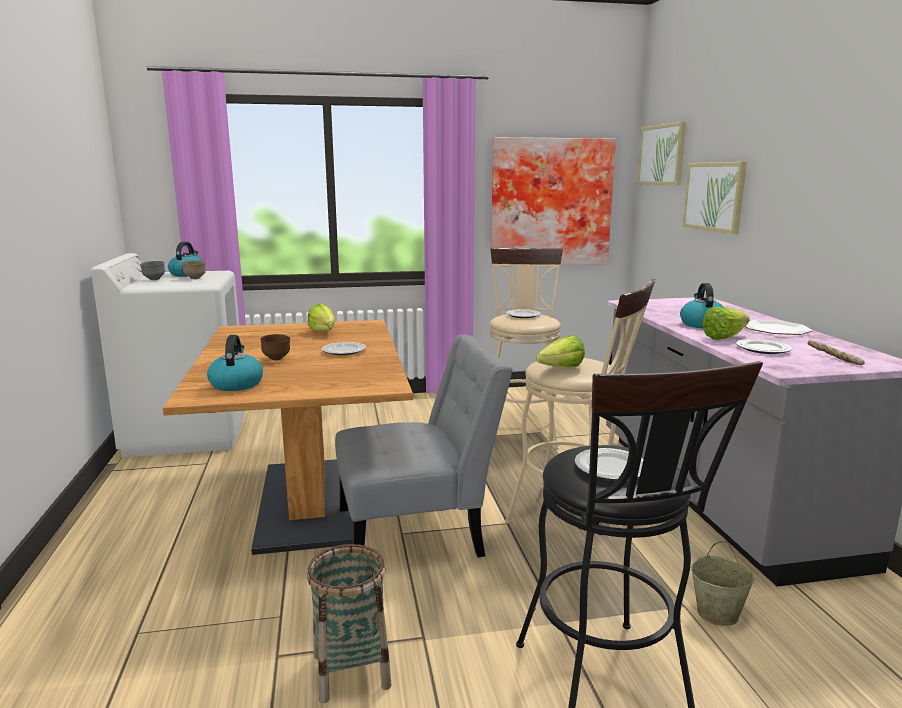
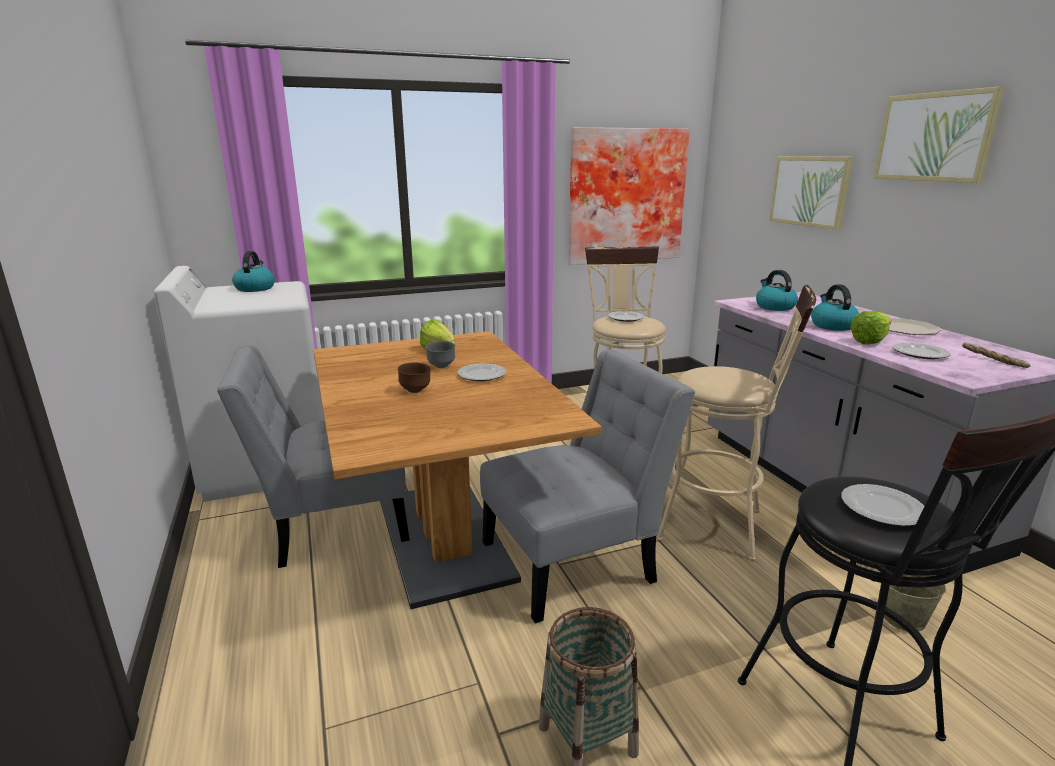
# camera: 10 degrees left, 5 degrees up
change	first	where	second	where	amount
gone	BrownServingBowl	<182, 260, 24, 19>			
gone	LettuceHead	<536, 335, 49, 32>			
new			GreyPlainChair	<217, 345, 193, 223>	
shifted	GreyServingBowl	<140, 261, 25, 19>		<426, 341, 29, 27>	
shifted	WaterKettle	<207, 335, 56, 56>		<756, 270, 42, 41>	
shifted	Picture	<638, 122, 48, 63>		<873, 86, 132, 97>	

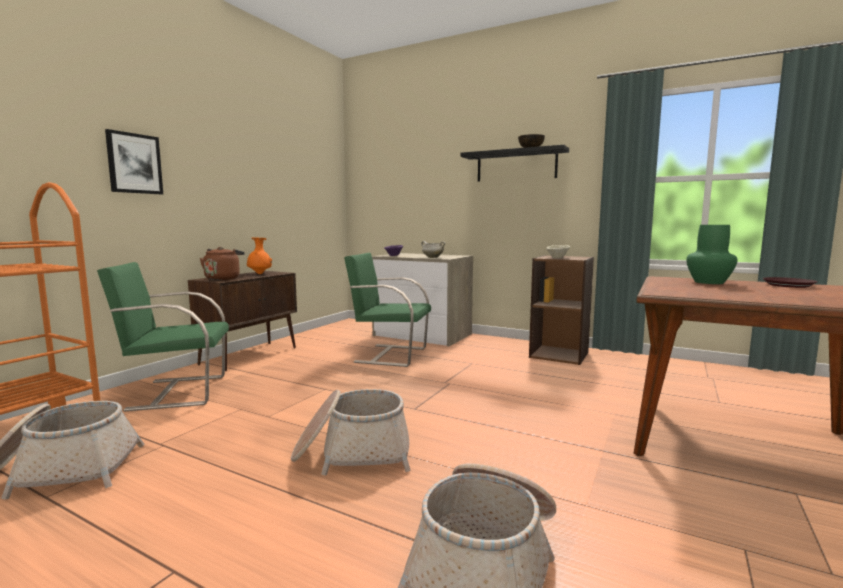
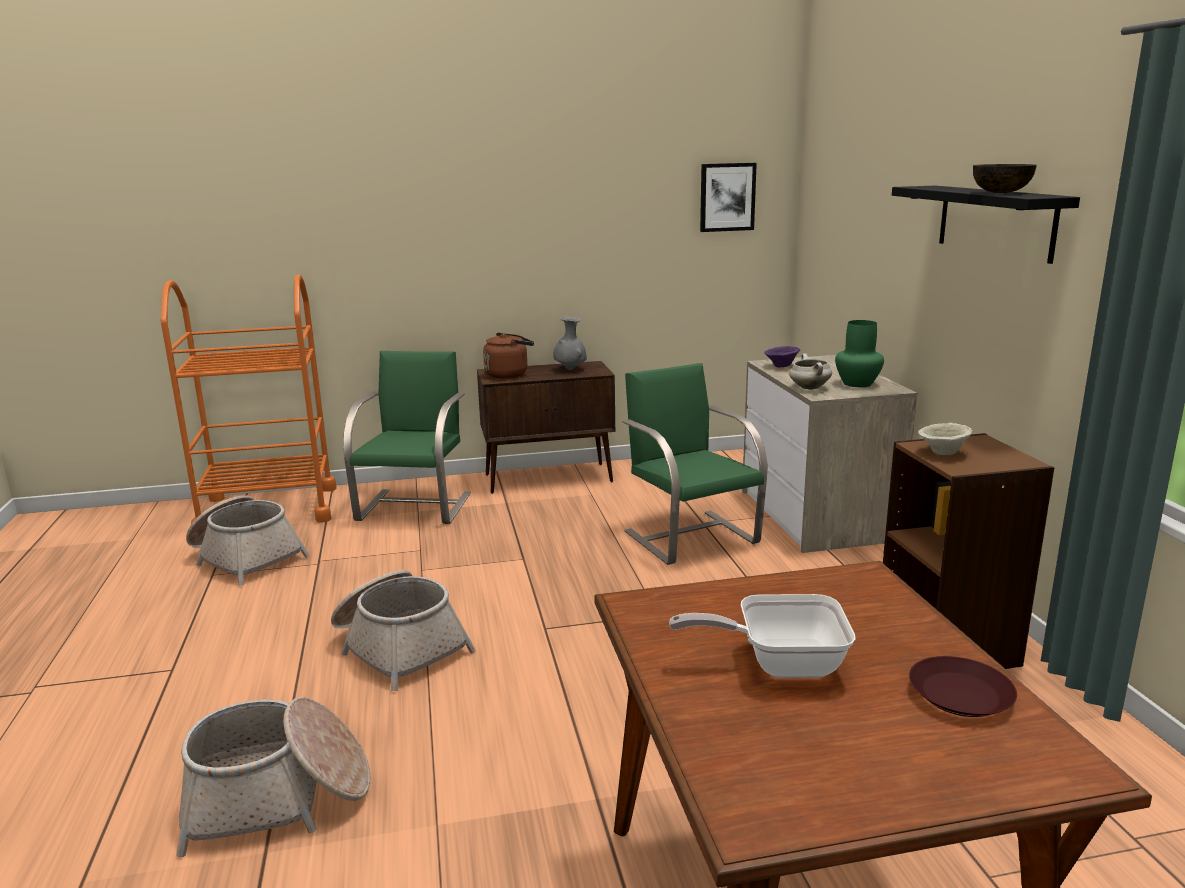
# camera: 50 degrees right, 10 degrees up
change	first	where	second	where	amount
new			FryingPan	<669, 594, 187, 84>	
shifted	Picture	<105, 129, 58, 65>		<700, 163, 57, 69>	
shifted	GreenFlowerVase	<686, 225, 52, 59>		<835, 320, 49, 67>	
repainted	OrangeColouredFlowerVase	<247, 237, 25, 37>	GreyFlowerVase	<553, 317, 34, 53>	
rotated	GreenPlainChair	<97, 262, 132, 150>		<343, 351, 128, 173>	60 degrees clockwise

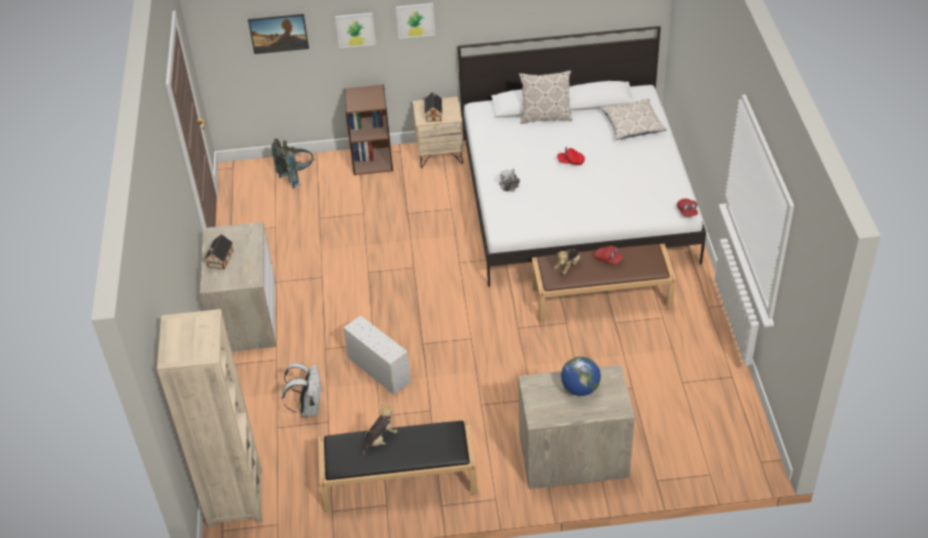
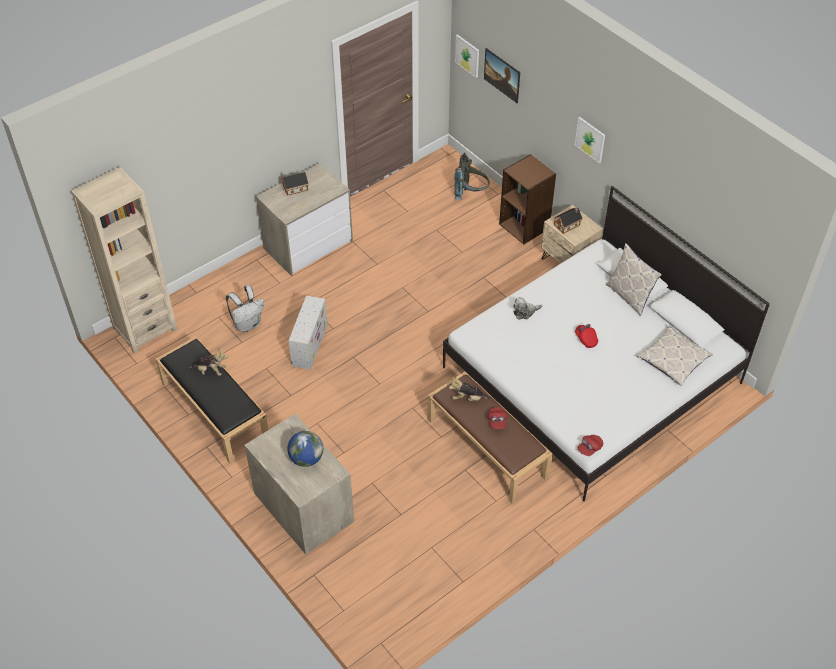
# camera: 55 degrees right, 5 degrees up
change	first	where	second	where	amount
shifted	Picture	<335, 13, 41, 35>		<455, 34, 24, 44>	

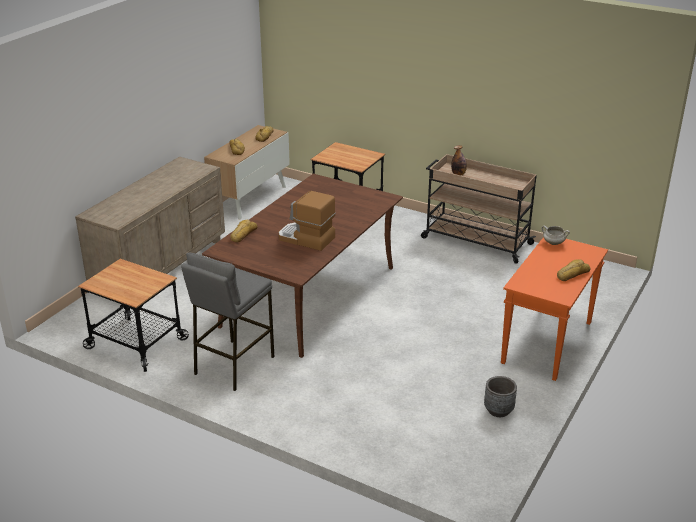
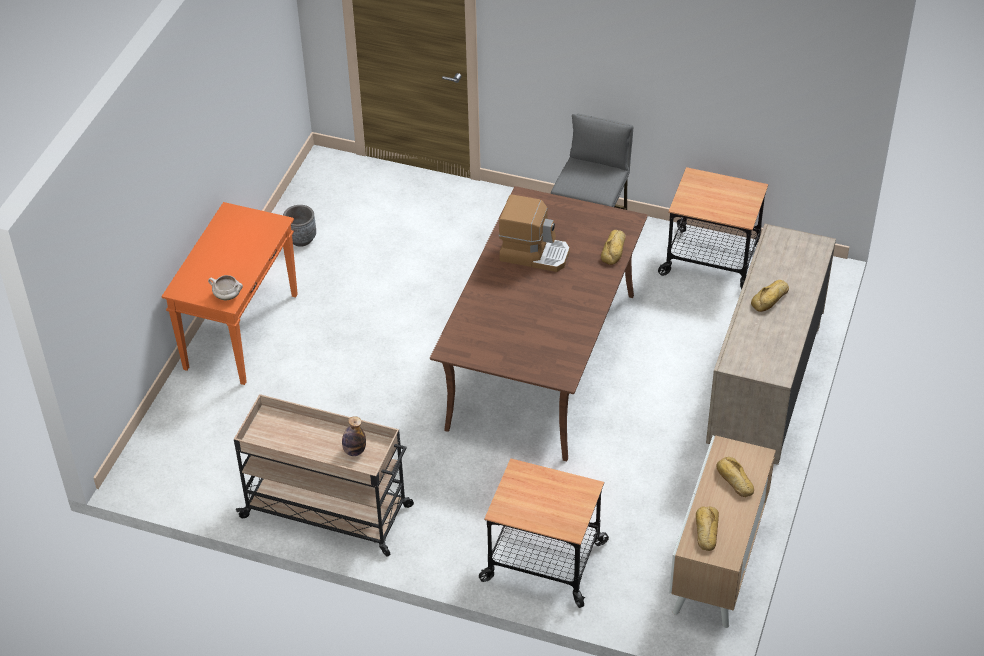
# camera: 170 degrees right, 15 degrees up
change	first	where	second	where	amount
shifted	Bread	<557, 259, 33, 22>		<751, 280, 38, 32>	

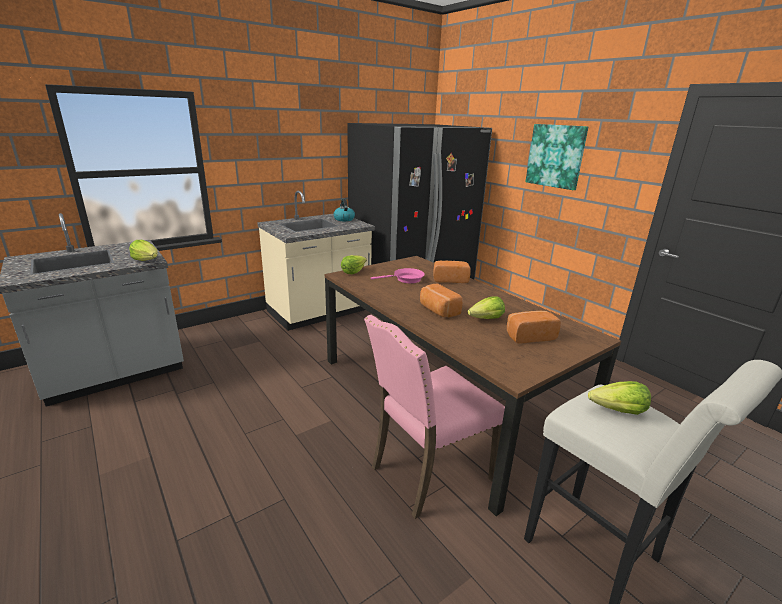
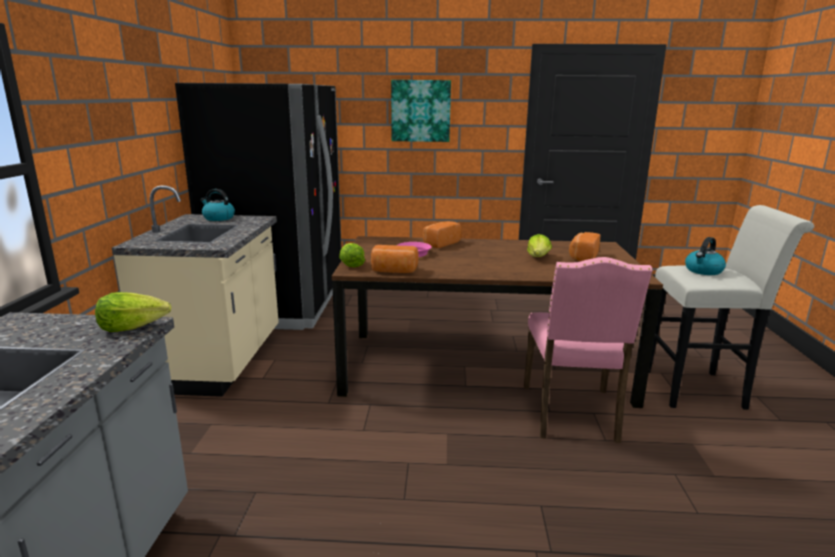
# camera: 50 degrees left, 5 degrees down
change	first	where	second	where	amount
shifted	Bread	<420, 284, 43, 33>		<371, 245, 48, 28>	
swapped	LettuceHead	<588, 381, 63, 34>	WaterKettle	<685, 237, 41, 38>	

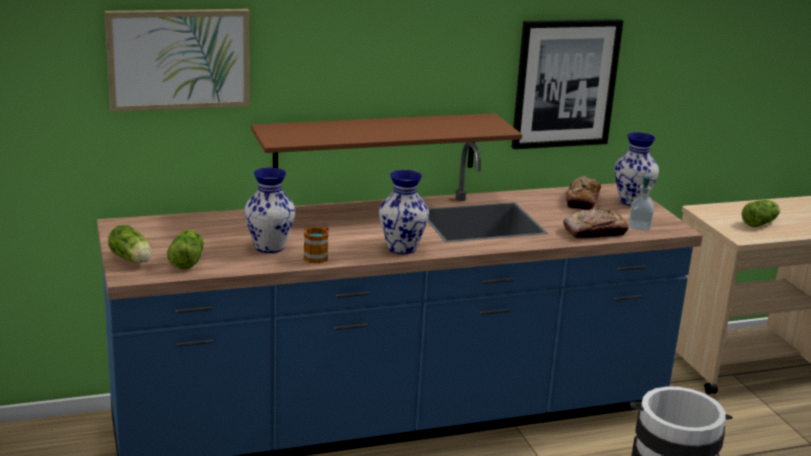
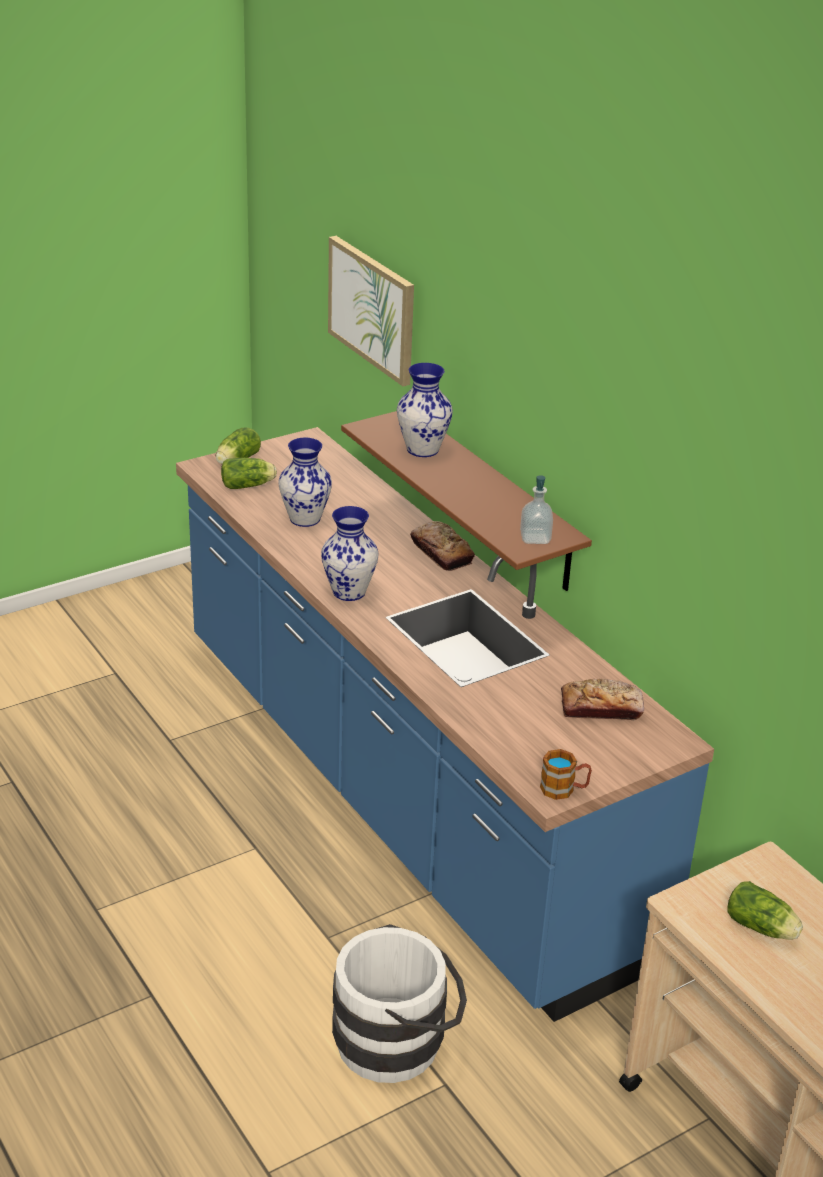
# camera: 75 degrees right, 10 degrees up
change	first	where	second	where	amount
gone	Picture	<512, 19, 111, 130>			
shifted	Mug	<304, 227, 25, 36>		<540, 749, 52, 51>	
shifted	Bread	<563, 208, 65, 30>		<410, 521, 65, 50>	
shifted	FlowerVase	<614, 132, 45, 74>		<397, 363, 56, 94>	
shifted	SoapBottle	<629, 176, 27, 55>		<520, 475, 33, 69>	

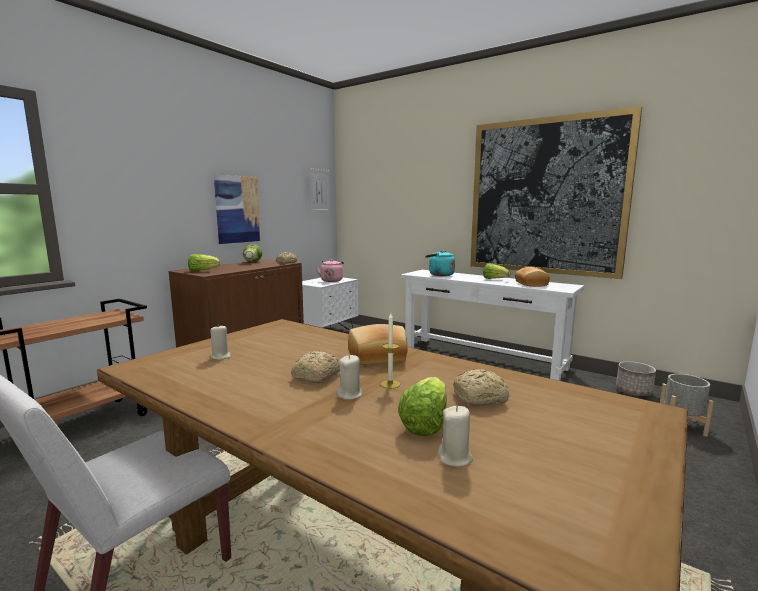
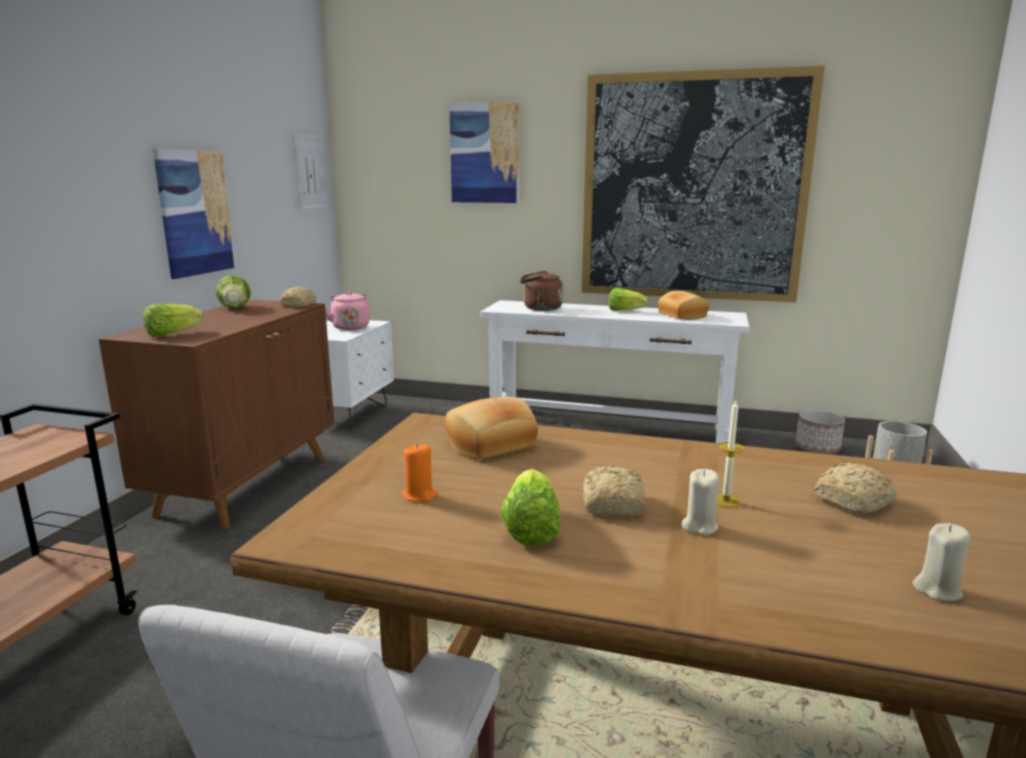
# camera: 20 degrees left, 5 degrees up
change	first	where	second	where	amount
new			Picture	<449, 101, 70, 102>	
shifted	Bread	<348, 324, 60, 41>		<445, 397, 93, 62>	
shifted	LettuceHead	<398, 377, 49, 59>		<500, 469, 61, 77>	
repainted	SandColouredCandle	<210, 324, 21, 36>	OrangeColouredCandle	<402, 443, 36, 59>	
repainted	BlueGreenWaterKettle	<425, 250, 30, 26>	BrownWaterKettle	<520, 271, 43, 40>	

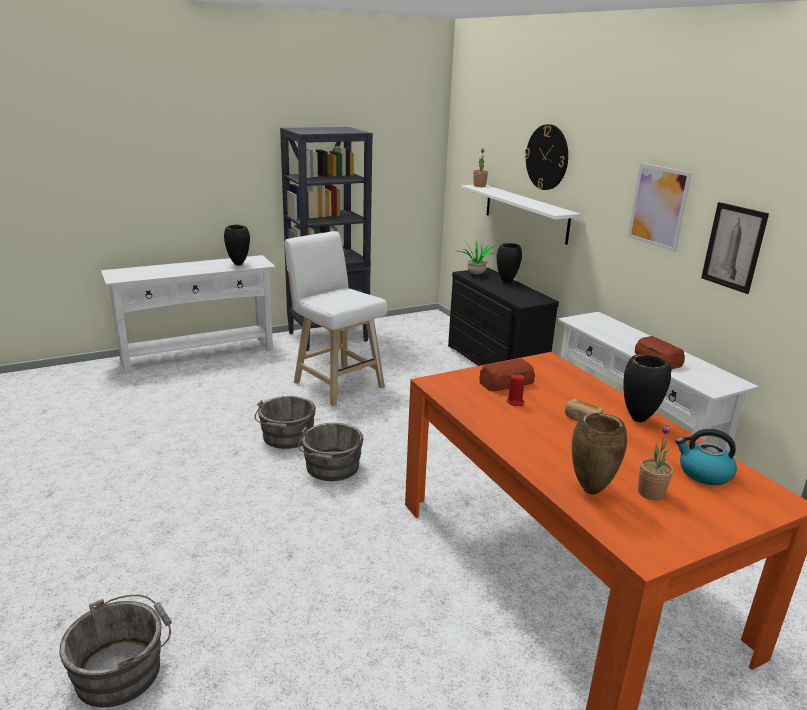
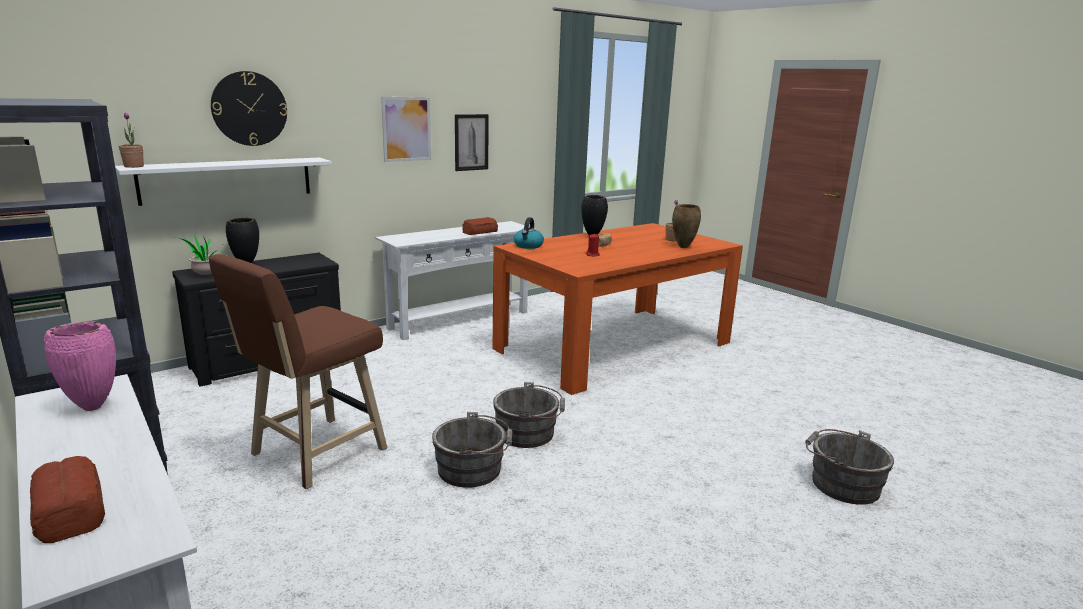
# camera: 100 degrees left, 5 degrees down
change	first	where	second	where	amount
shifted	Bread	<479, 359, 56, 32>		<30, 456, 75, 87>	
shifted	WaterKettle	<675, 429, 62, 56>		<514, 217, 30, 32>	
repainted	BlackColouredFlowerVase	<224, 224, 26, 41>	PinkColouredFlowerVase	<44, 321, 72, 90>	
repainted	WhiteSittingStool	<285, 231, 102, 175>	BrownSittingStool	<209, 254, 178, 235>	

